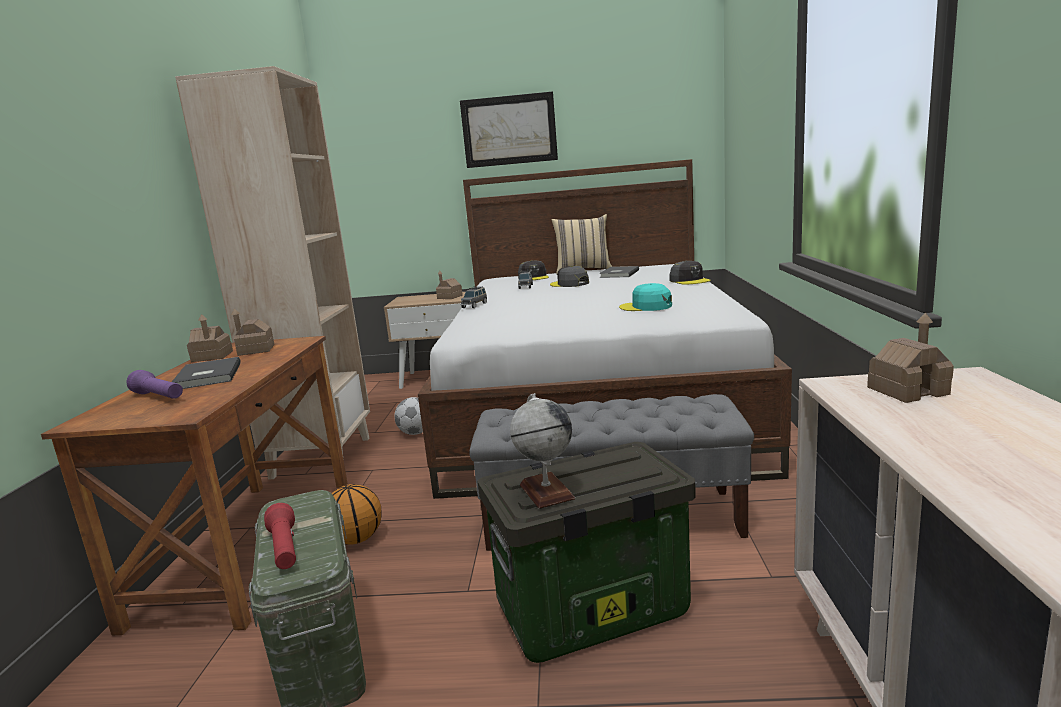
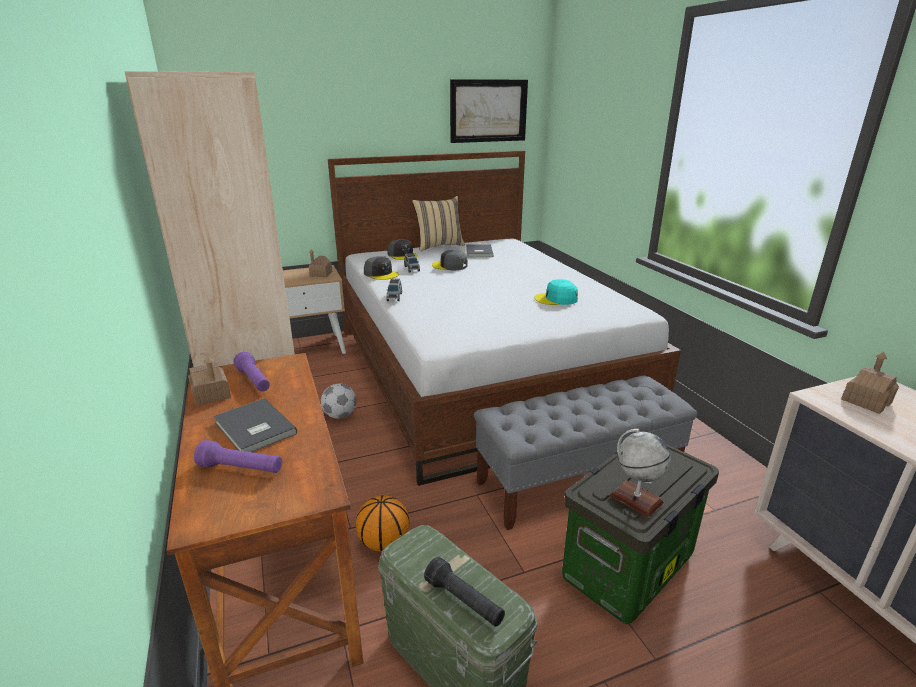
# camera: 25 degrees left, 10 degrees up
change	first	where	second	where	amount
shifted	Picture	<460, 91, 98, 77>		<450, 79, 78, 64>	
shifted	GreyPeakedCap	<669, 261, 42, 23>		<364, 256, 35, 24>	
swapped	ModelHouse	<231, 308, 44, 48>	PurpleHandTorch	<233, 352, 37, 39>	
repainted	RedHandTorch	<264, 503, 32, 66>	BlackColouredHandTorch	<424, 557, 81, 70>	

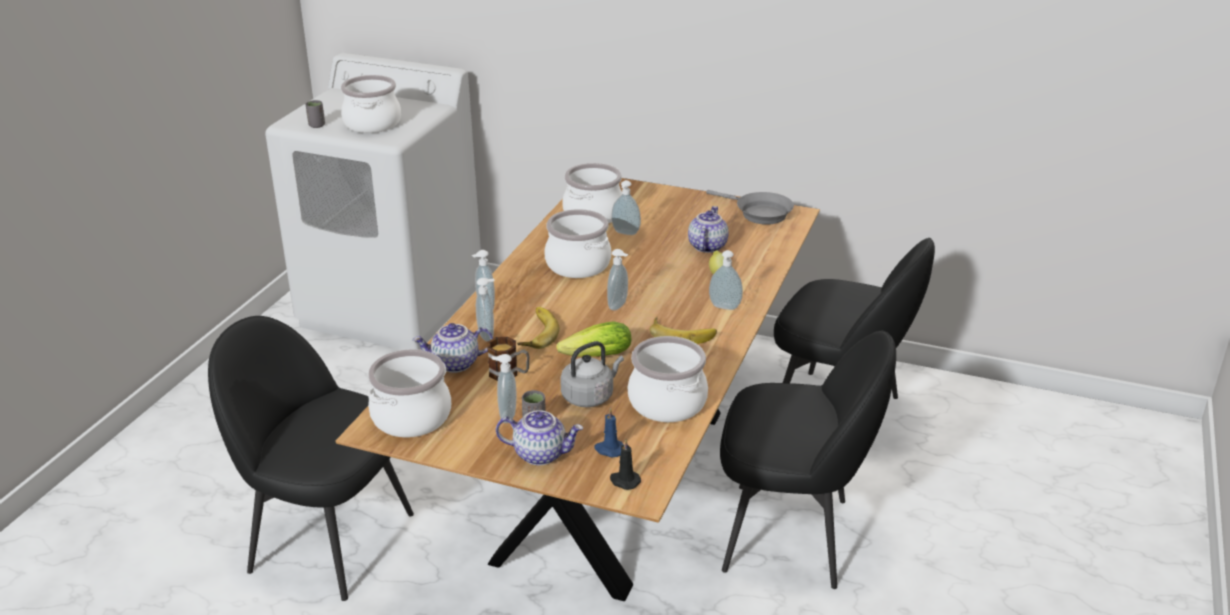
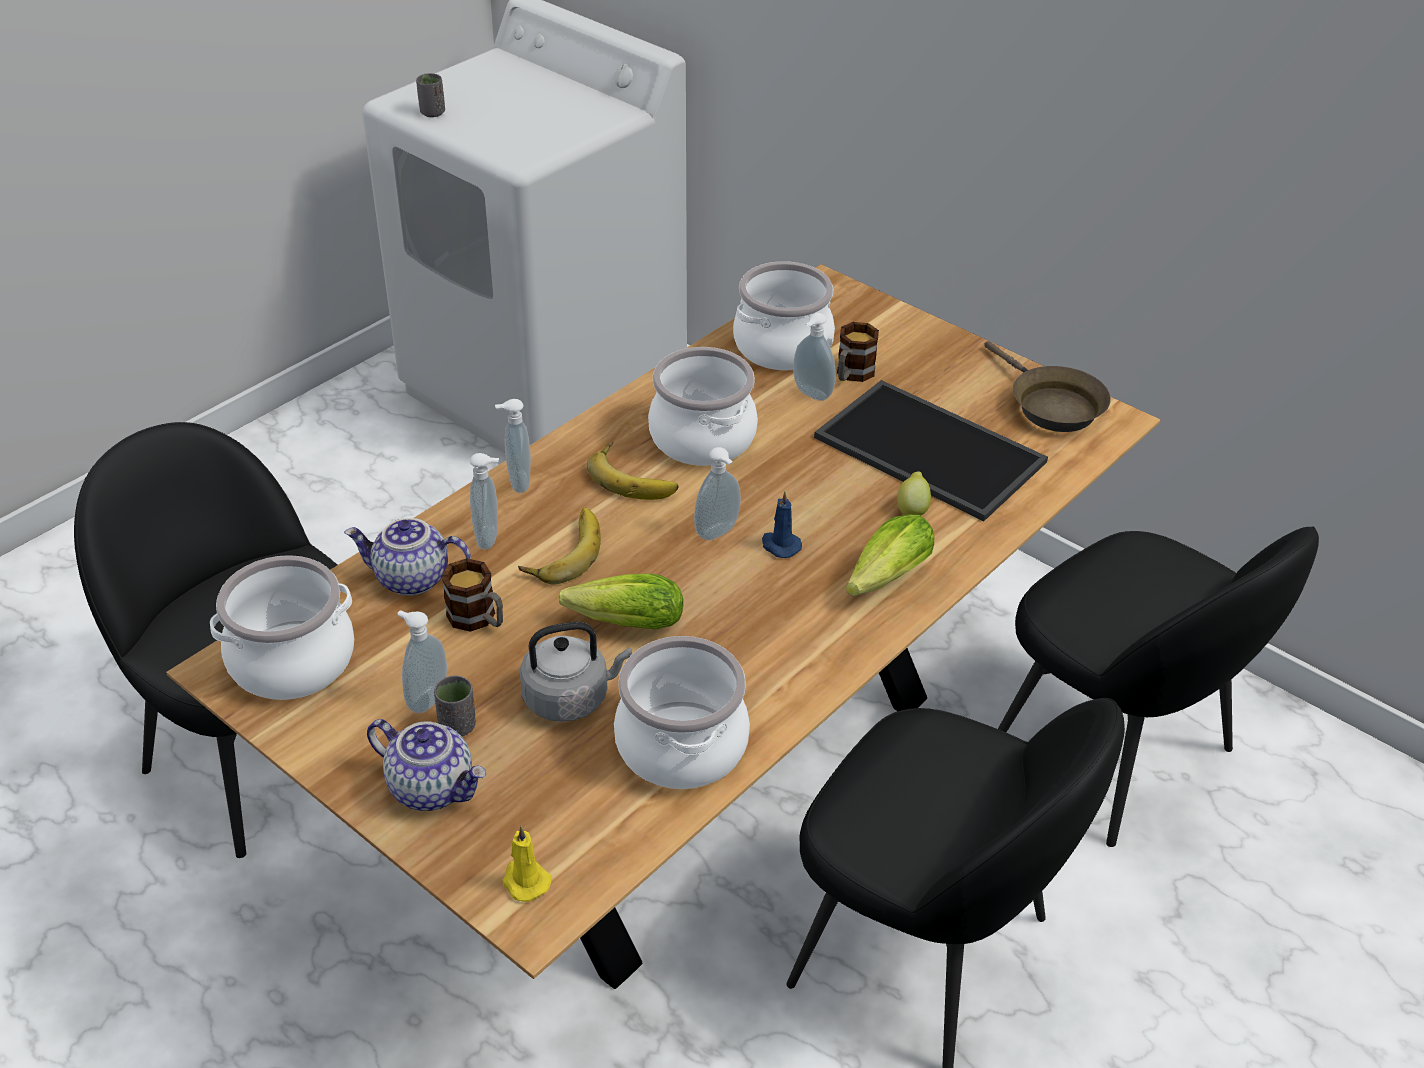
# camera: 20 degrees right, 10 degrees up
change	first	where	second	where	amount
gone	CookingPot	<341, 75, 60, 58>			
new			Mug	<837, 322, 42, 60>	
shifted	BlueCandle	<594, 408, 30, 49>		<762, 491, 40, 67>	
shifted	Banana	<650, 317, 67, 27>		<587, 442, 91, 58>	
swapped	PotForTea	<688, 206, 40, 47>	CarryingTray	<814, 380, 234, 141>	
swapped	SoapBottle	<709, 250, 34, 60>	LettuceHead	<846, 514, 88, 82>	
repainted	BlackColouredCandle	<610, 439, 31, 51>	YellowishCandle	<502, 826, 49, 76>	
repainted	GreyFryingPan	<706, 190, 88, 35>	BrownFryingPan	<984, 341, 127, 91>	

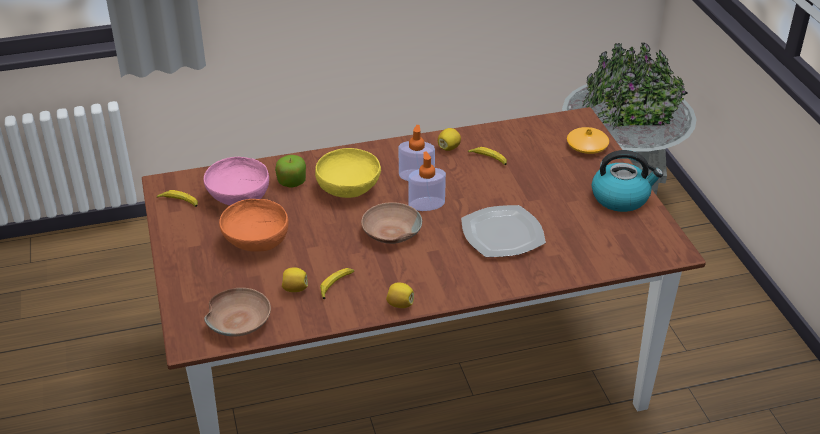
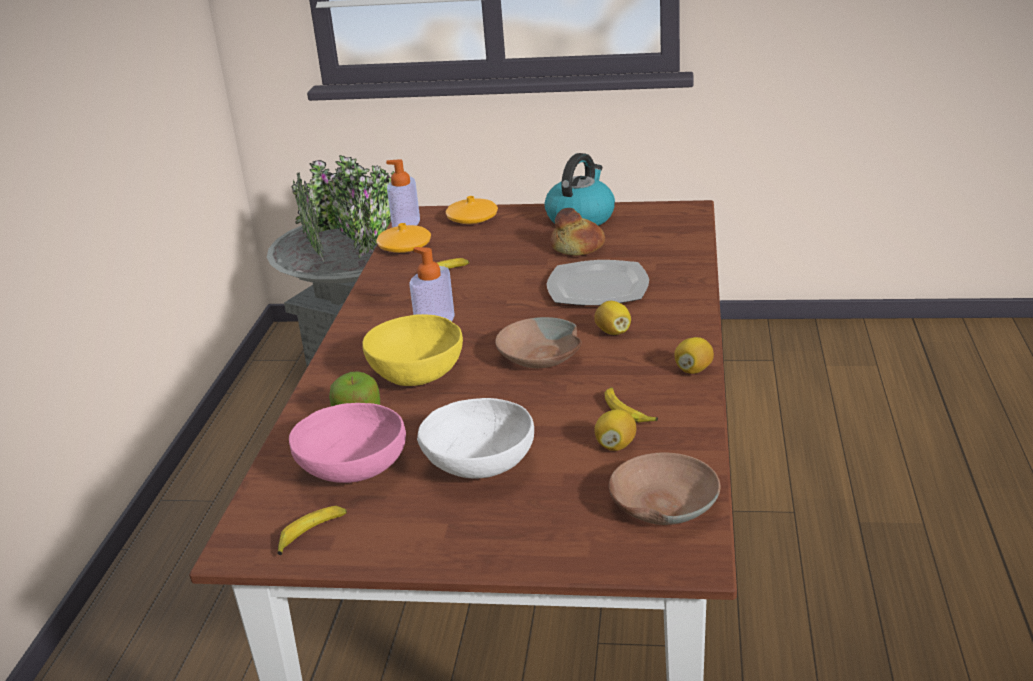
# camera: 65 degrees left, 10 degrees down
change	first	where	second	where	amount
new			OrangeColouredFlowerVase	<376, 223, 55, 30>	
new			Bread	<551, 208, 54, 48>	
shifted	SoapBottle	<409, 152, 37, 59>		<386, 159, 34, 69>	
shifted	WholeLemon	<438, 128, 23, 23>		<594, 301, 37, 34>	
repainted	OrangeColouredServingBowl	<219, 199, 69, 53>	WhiteServingBowl	<417, 398, 117, 80>	

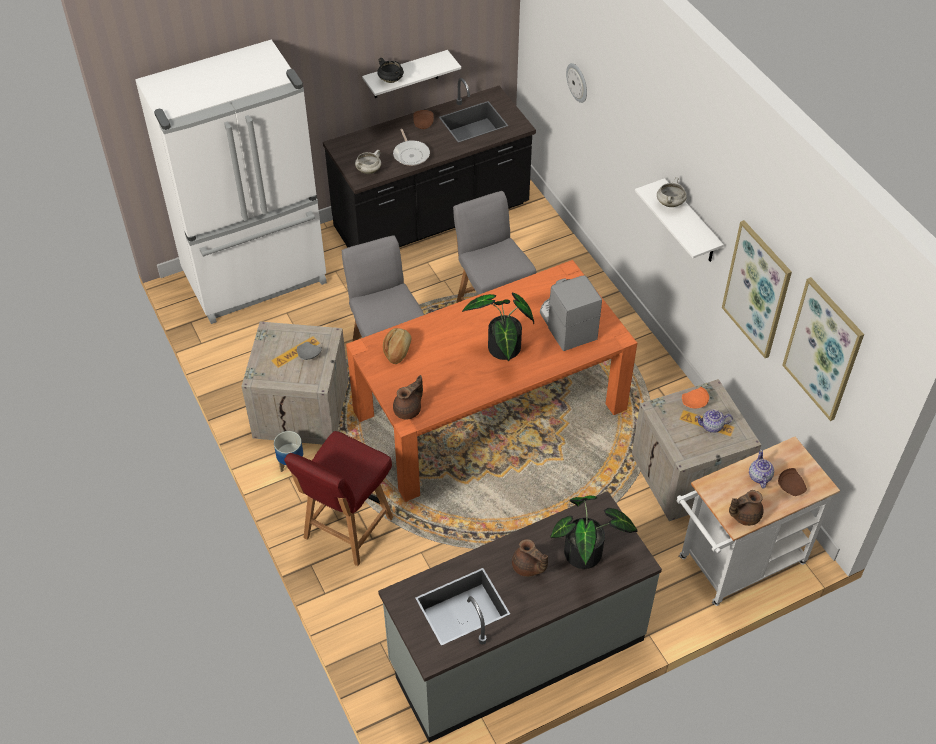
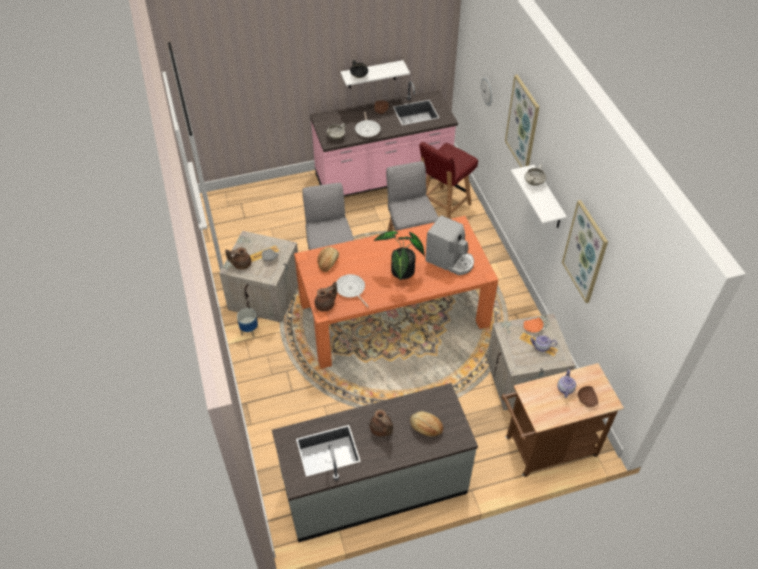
# camera: 10 degrees right, 0 degrees up
change	first	where	second	where	amount
gone	WhiteRefrigerator	<135, 39, 192, 285>			
new			FryingPan	<336, 274, 33, 34>	
shifted	RedPlainChair	<284, 431, 109, 135>		<419, 142, 59, 77>	
shifted	BrownPotForTea	<729, 490, 35, 36>		<225, 247, 27, 23>	
shifted	Picture	<782, 277, 82, 144>		<505, 74, 34, 93>	
swapped	Houseplant	<550, 495, 87, 74>	Bread	<410, 411, 33, 26>	
repainted	BlackColouredKitchenCounter	<323, 78, 213, 169>	PinkColouredKitchenCounter	<310, 81, 148, 115>	
repainted	WhiteTrolley	<677, 437, 163, 169>	BrownTrolley	<501, 363, 123, 114>	
rotated	CoffeeMachine	<540, 276, 62, 75>		<425, 215, 49, 60>	135 degrees clockwise

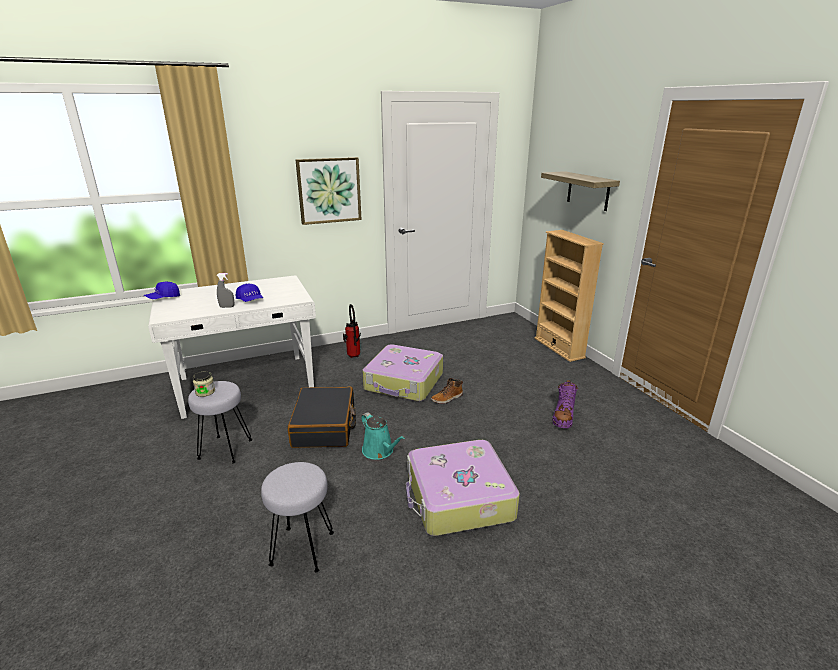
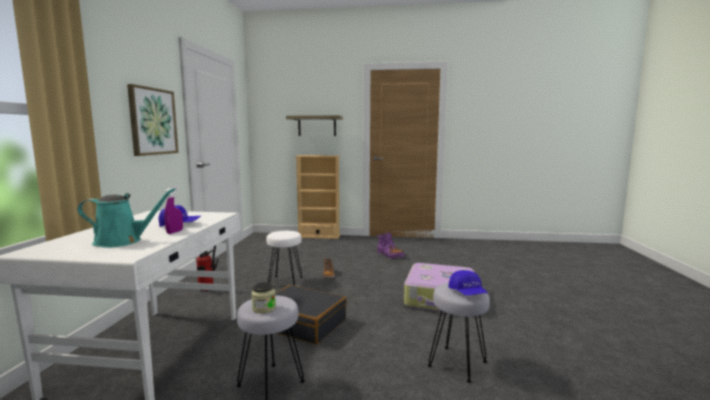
# camera: 60 degrees left, 15 degrees down
change	first	where	second	where	amount
shifted	BluePeakedCap	<144, 282, 36, 17>		<448, 270, 40, 26>	
shifted	BlueGreenWateringCan	<361, 412, 44, 48>		<77, 188, 99, 60>	
swapped	Suitcase	<363, 344, 80, 57>	WhiteSittingStool	<266, 231, 37, 55>	
repainted	GreySprayBottle	<216, 273, 18, 35>	PurpleSprayBottle	<165, 187, 18, 47>	

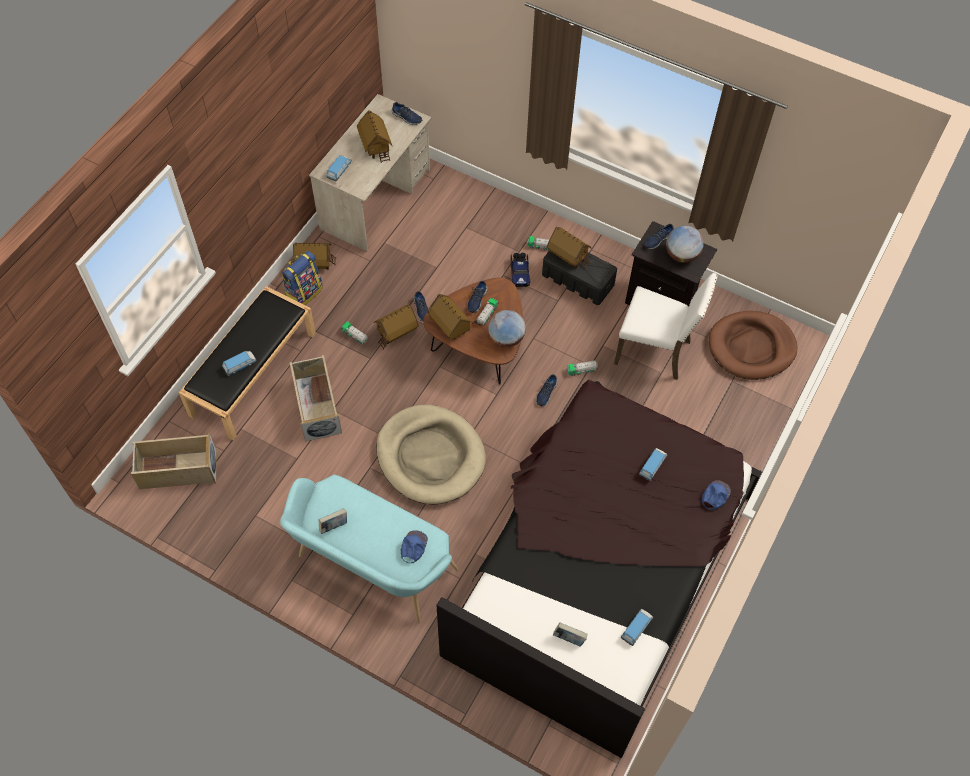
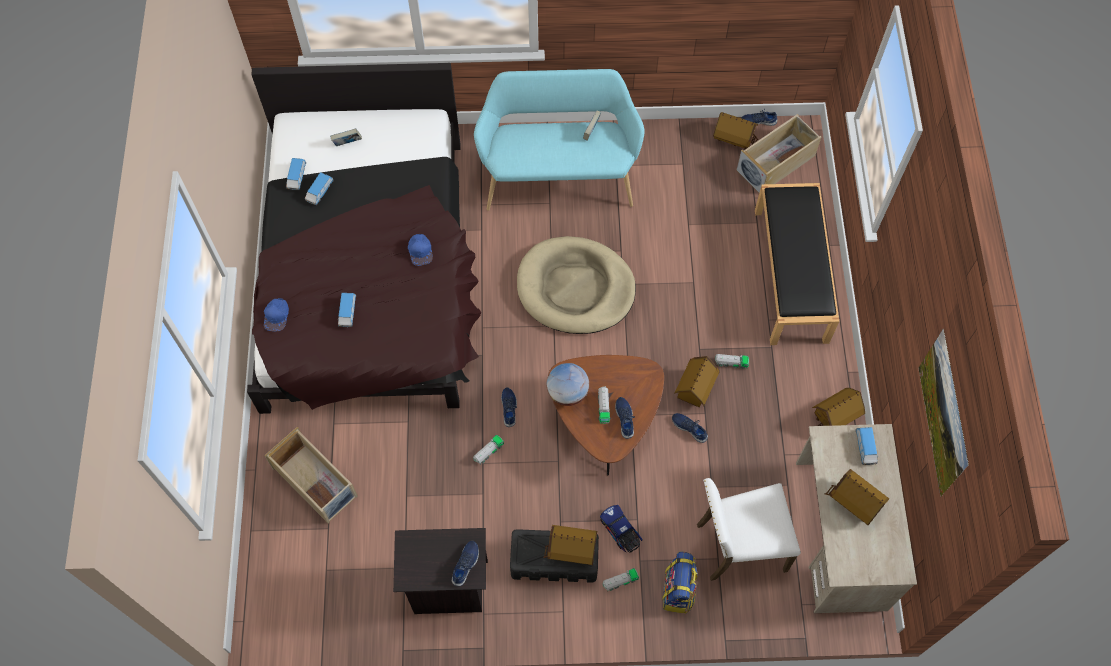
# camera: 150 degrees right, 5 degrees up
change	first	where	second	where	amount
gone	WorldGlobe	<666, 226, 38, 37>			
gone	BrownPetBed	<709, 311, 89, 69>			
new			Picture	<919, 328, 50, 168>	
shifted	ToyCar	<222, 351, 35, 25>		<305, 172, 29, 33>	
shifted	Knapsack	<281, 251, 42, 54>		<662, 551, 36, 63>	
shifted	SandColouredStorageContainer	<290, 355, 52, 86>		<264, 427, 94, 97>	
shifted	BlueLowShoe	<392, 102, 30, 23>		<741, 109, 37, 17>	
shifted	BluePeakedCap	<401, 530, 27, 33>		<408, 234, 25, 32>	
shifted	ModelHouse	<427, 294, 46, 46>		<713, 112, 45, 37>	
shifted	WhitePlainChair	<614, 273, 104, 107>		<697, 478, 104, 103>	

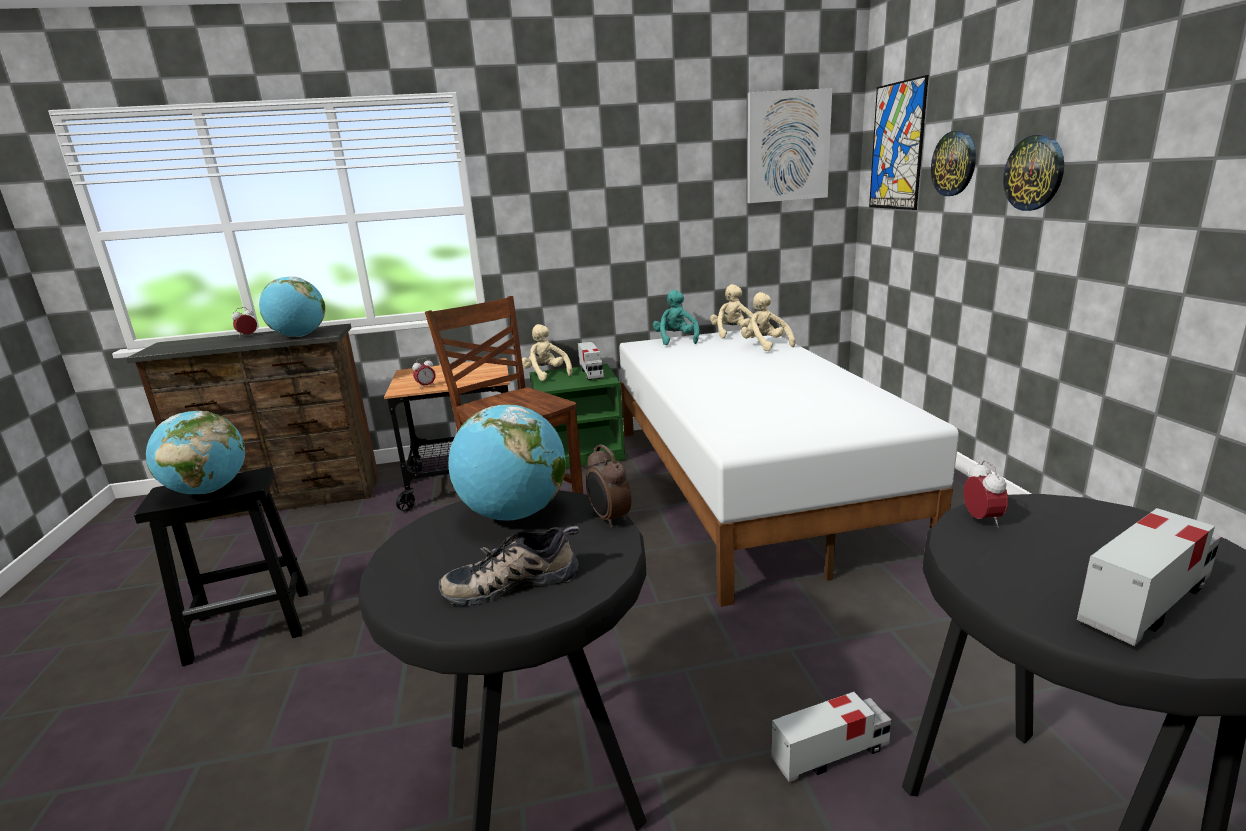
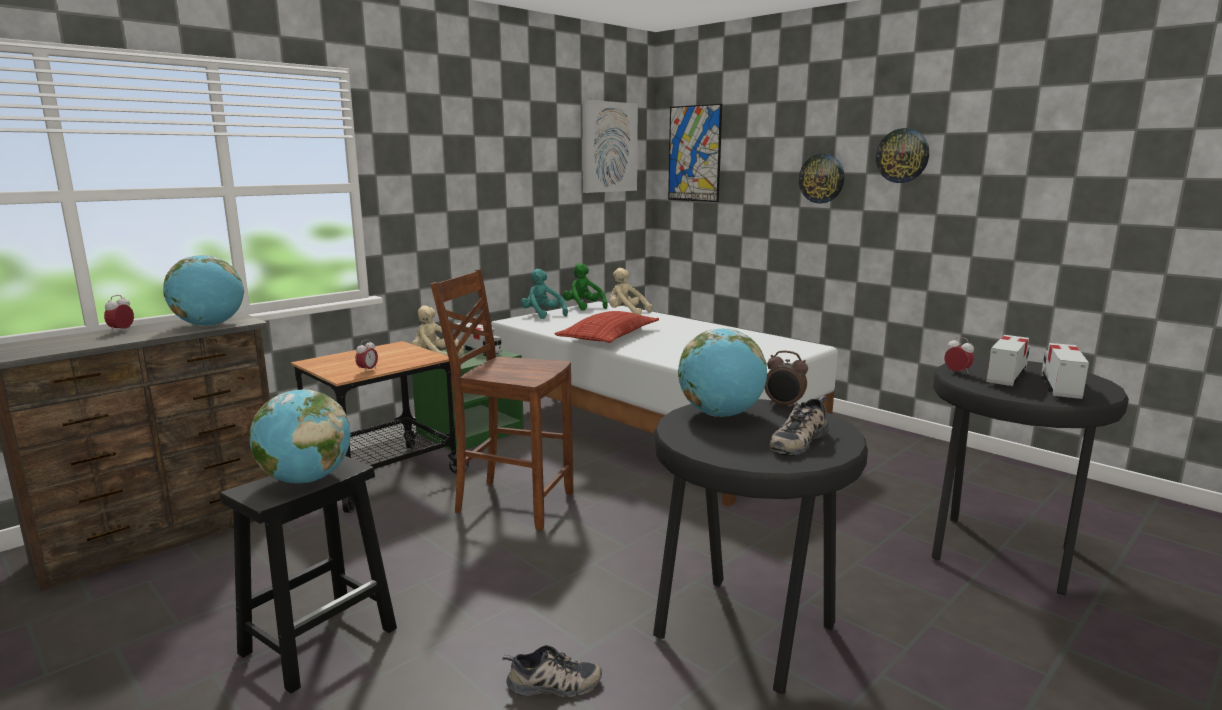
# camera: 35 degrees left, 5 degrees down
change	first	where	second	where	amount
new			LowShoe	<502, 645, 100, 52>	
new			ThrowPillow	<554, 311, 105, 32>	
shifted	ModelTruck	<771, 692, 121, 90>		<986, 335, 44, 51>	
shifted	HangingClock	<931, 131, 45, 65>		<876, 128, 53, 55>	
repainted	SandColouredSoftToy	<710, 284, 44, 55>	GreenSoftToy	<563, 263, 45, 48>	

